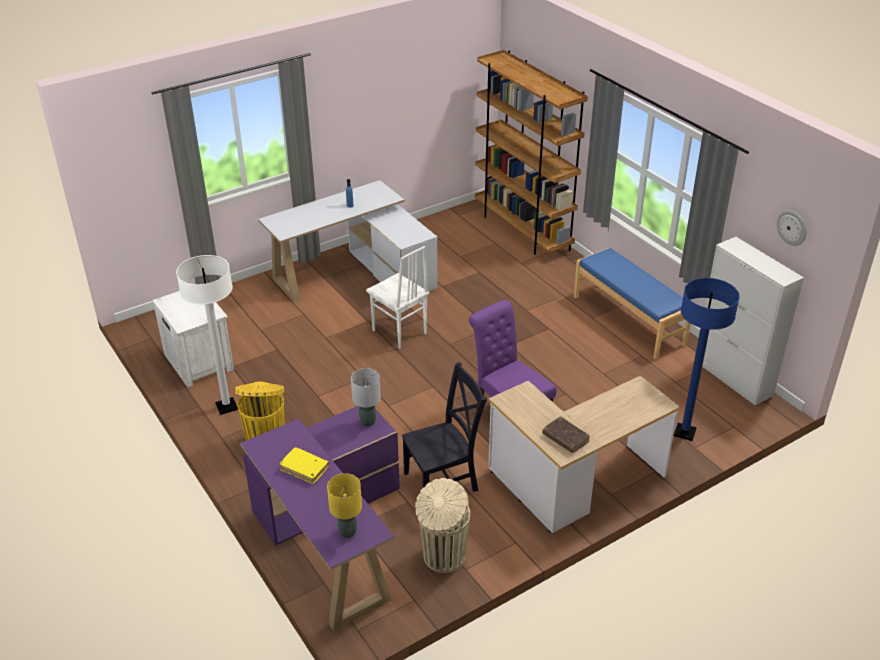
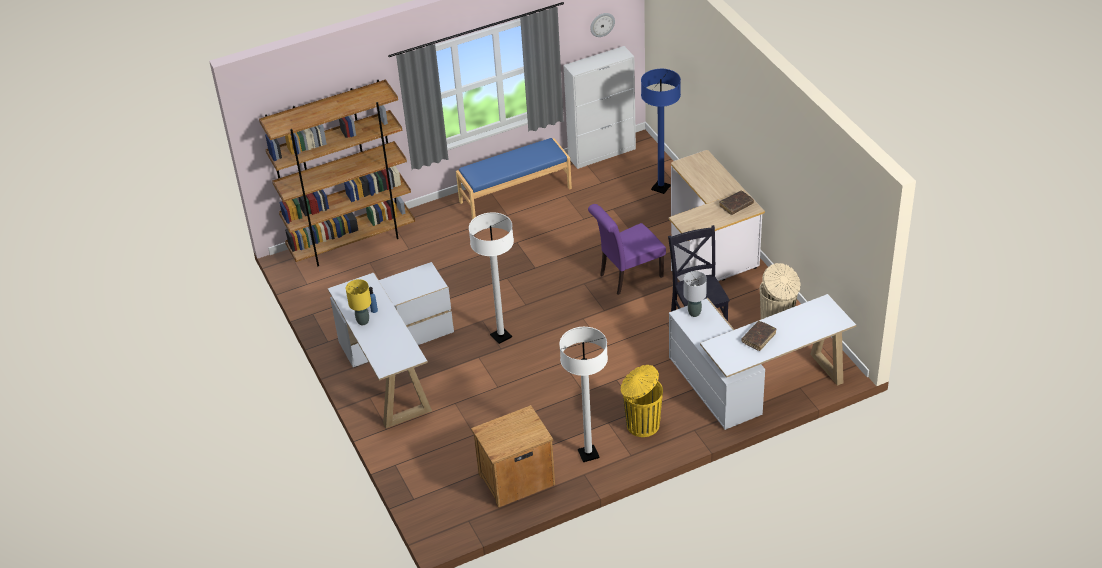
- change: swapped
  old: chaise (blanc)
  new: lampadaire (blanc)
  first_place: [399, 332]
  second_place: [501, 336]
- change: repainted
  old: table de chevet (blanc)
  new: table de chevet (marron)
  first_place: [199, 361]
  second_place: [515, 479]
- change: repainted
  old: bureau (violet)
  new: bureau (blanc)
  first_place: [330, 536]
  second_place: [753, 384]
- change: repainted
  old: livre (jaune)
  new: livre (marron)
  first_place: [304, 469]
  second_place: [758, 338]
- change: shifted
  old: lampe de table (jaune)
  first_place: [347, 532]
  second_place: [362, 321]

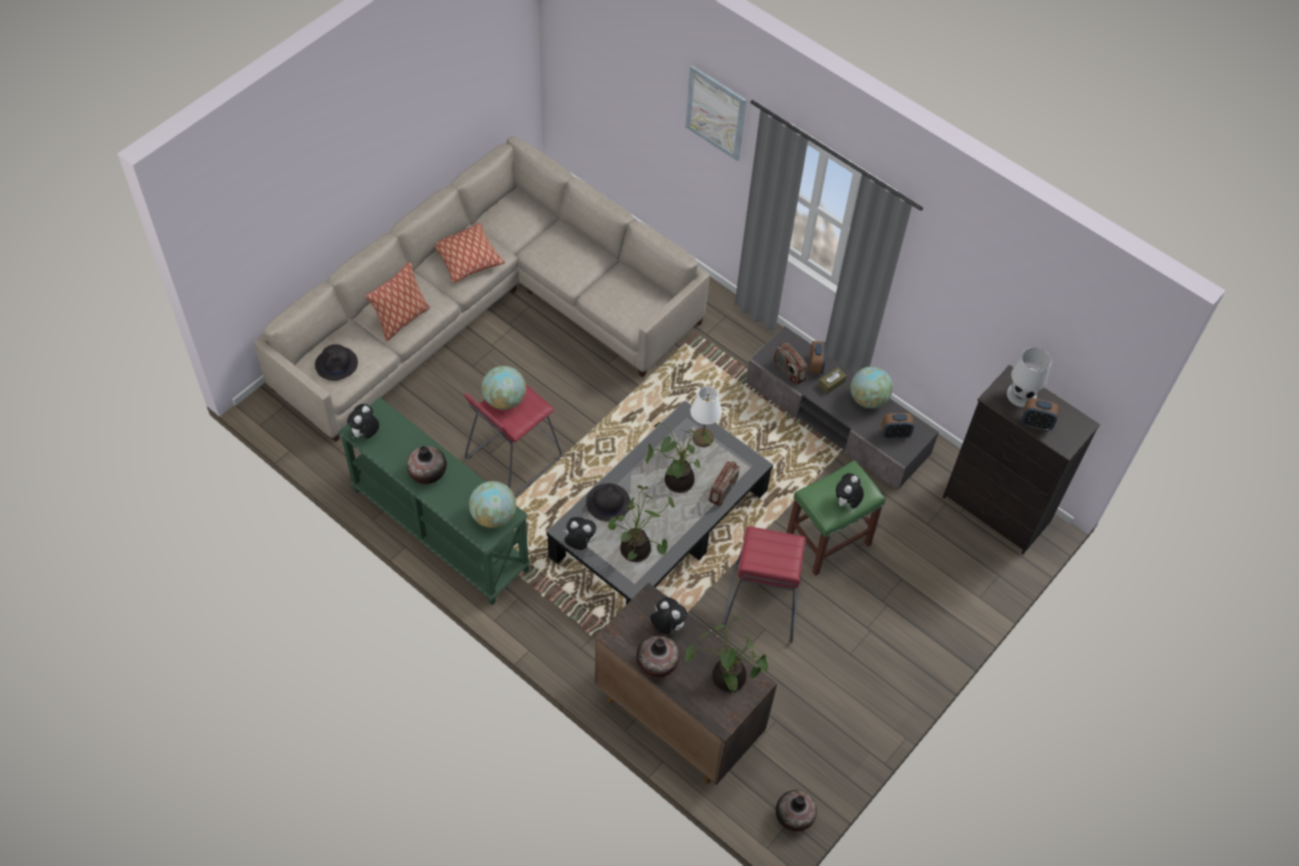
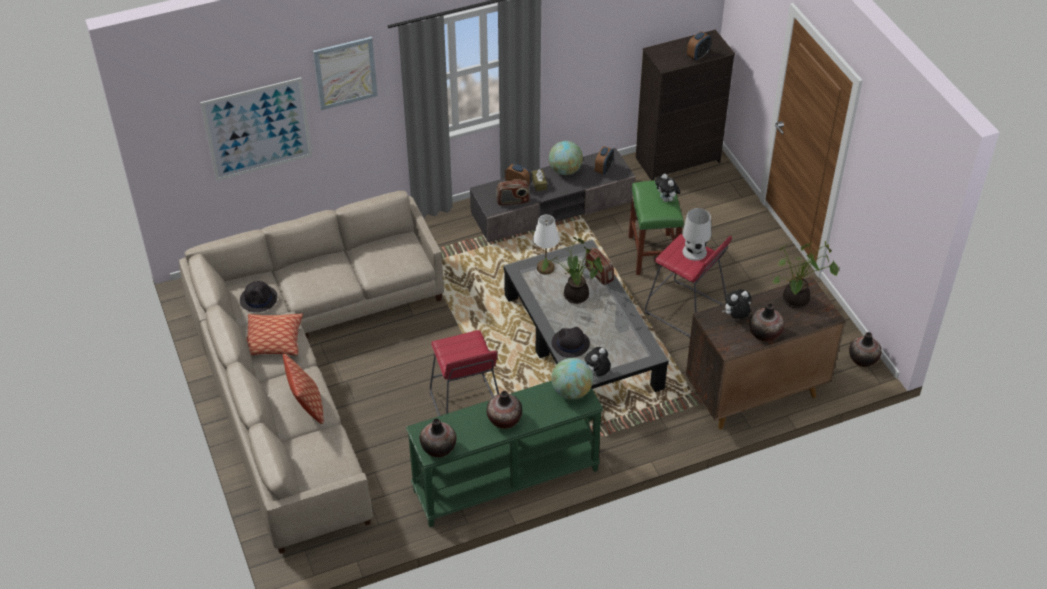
- change: shifted
  old: chapeau (noir)
  first_place: [337, 364]
  second_place: [259, 299]
- change: shifted
  old: lampe de table (blanc)
  first_place: [1021, 395]
  second_place: [695, 252]
- change: gone
  old: globe
  first_place: [504, 400]
- change: swapped
  old: peluche
  new: vase
  first_place: [365, 434]
  second_place: [438, 448]
- change: gone
  old: plante en pot
  first_place: [638, 551]
- change: new
  new: tableau
  second_place: [257, 129]

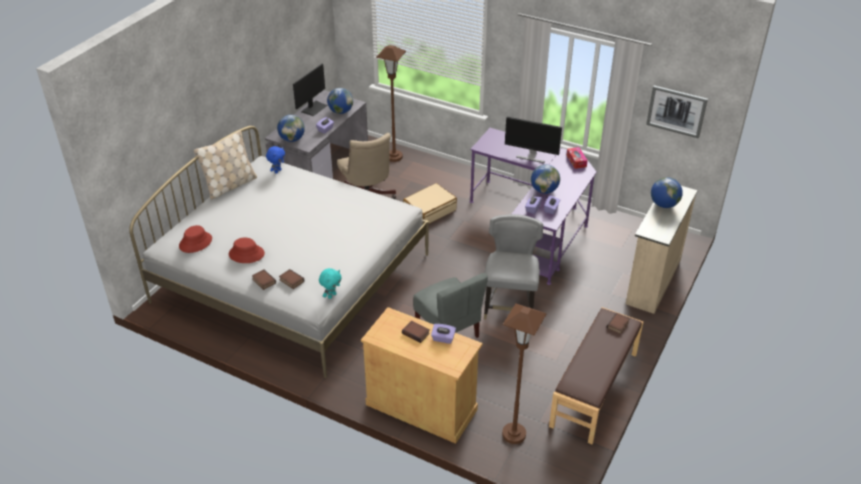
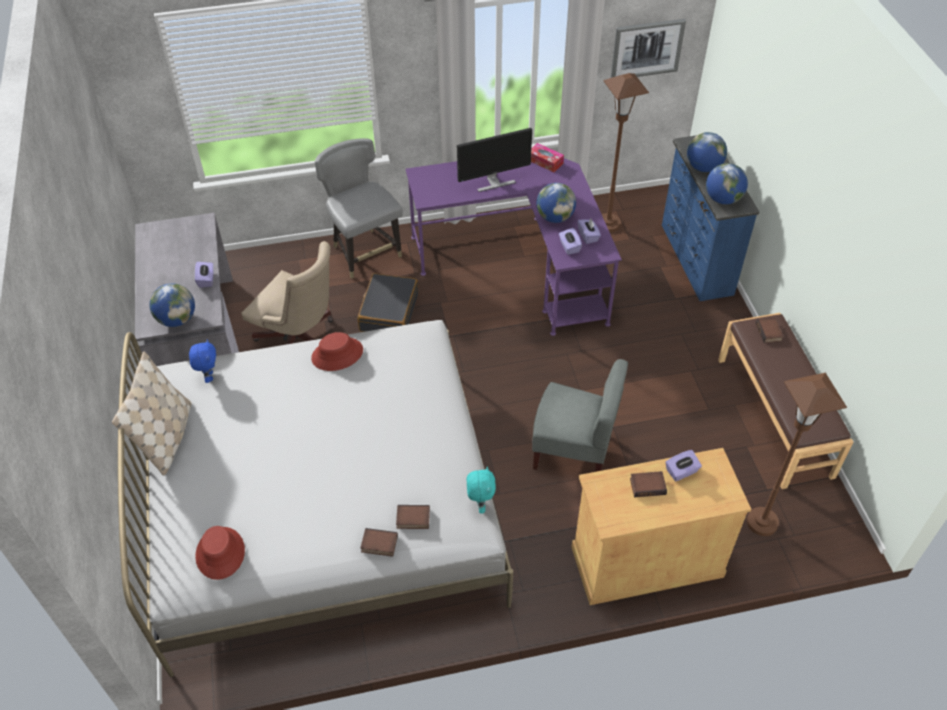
- change: shifted
  old: lampadaire (marron)
  first_place: [394, 157]
  second_place: [608, 224]
- change: gone
  old: écran d'ordinateur
  first_place: [314, 108]
- change: shifted
  old: globe
  first_place: [341, 112]
  second_place: [723, 199]
- change: repainted
  old: valise (beige)
  new: valise (noir)
  first_place: [429, 210]
  second_place: [388, 312]
- change: repainted
  old: commode (beige)
  new: commode (bleu)
  first_place: [652, 281]
  second_place: [695, 260]
- change: shifted
  old: chaise (gris)
  first_place: [509, 307]
  second_place: [365, 253]
- change: shifted
  old: chapeau (rouge)
  first_place: [246, 254]
  second_place: [337, 354]

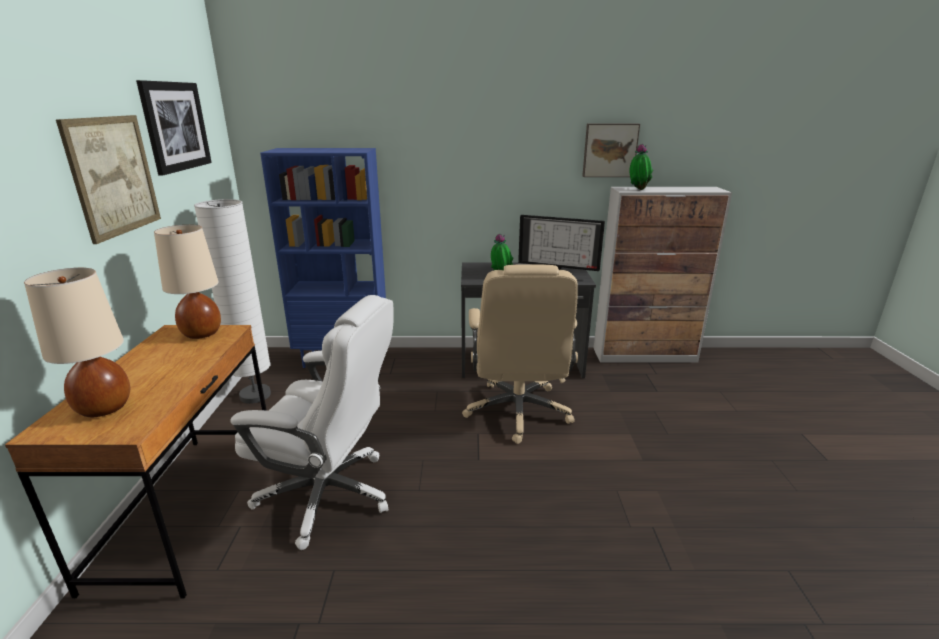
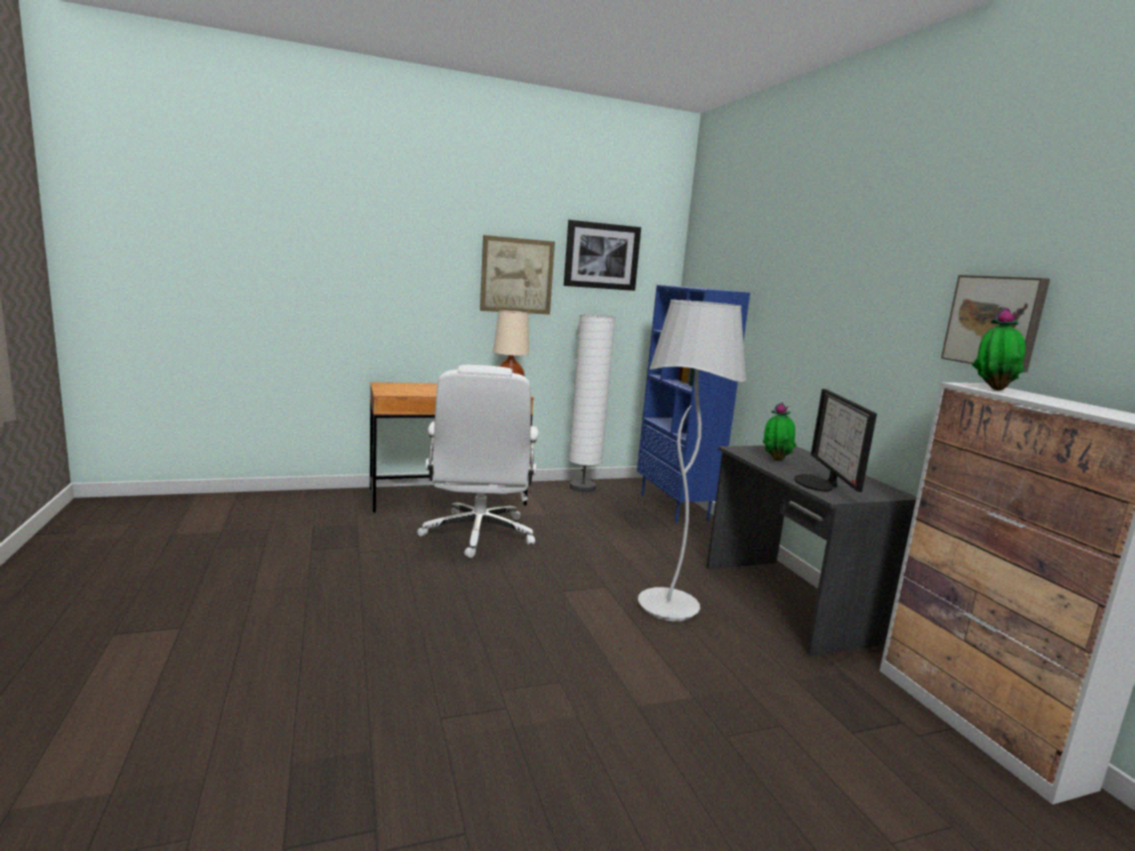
- change: swapped
  old: chaise de bureau (beige)
  new: lampadaire (blanc)
  first_place: [518, 412]
  second_place: [668, 607]
- change: gone
  old: lampe de table (beige)
  first_place: [104, 408]

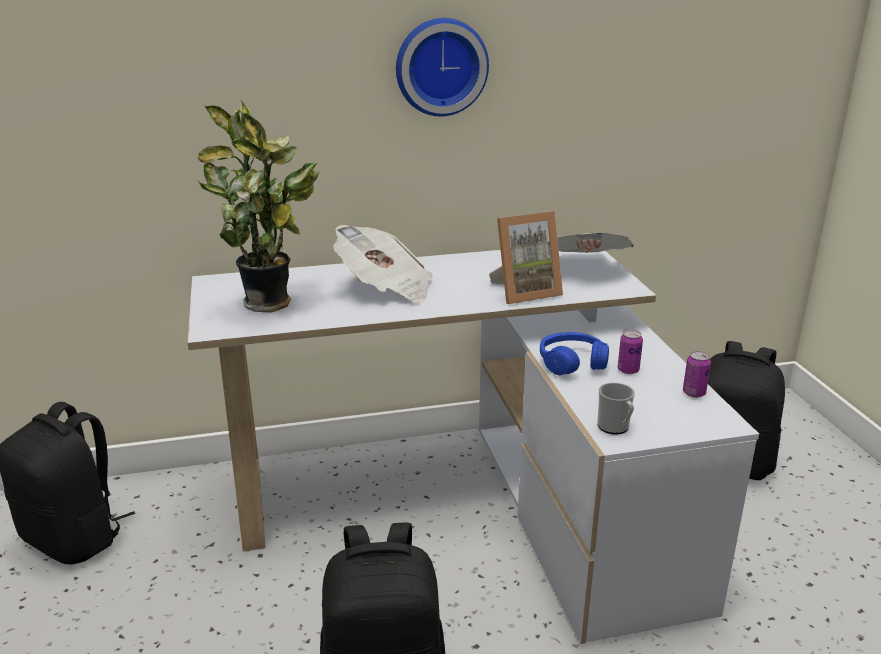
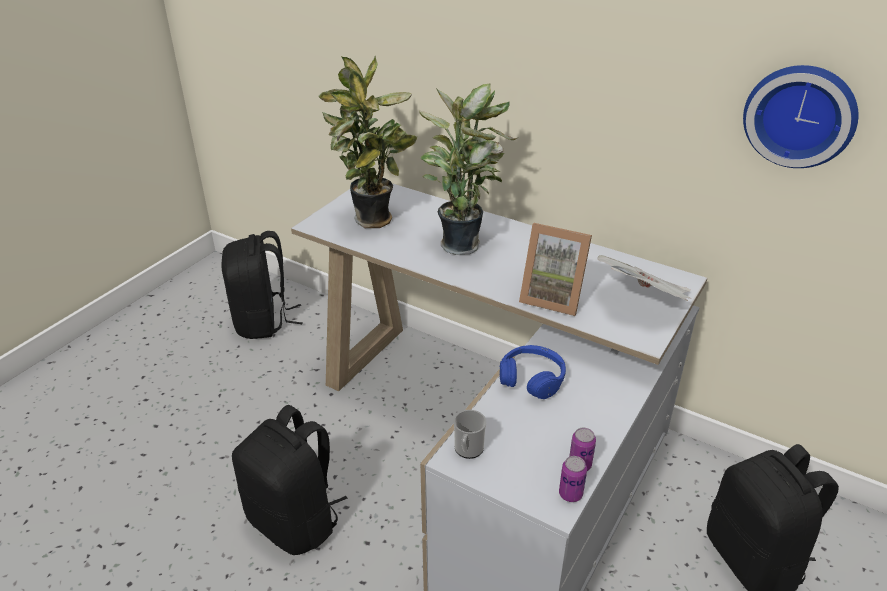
- change: shifted
  old: horloge murale
  first_place: [440, 66]
  second_place: [800, 114]
- change: swapped
  old: journal
  new: plante en pot
  first_place: [386, 288]
  second_place: [462, 243]
- change: shifted
  old: boîte métallique
  first_place: [628, 370]
  second_place: [570, 494]

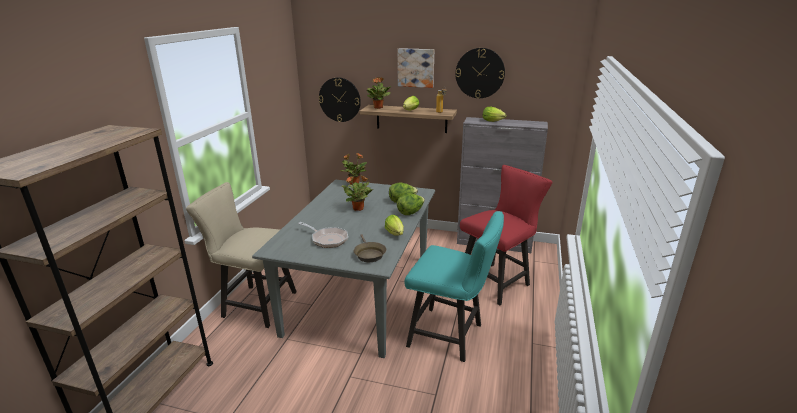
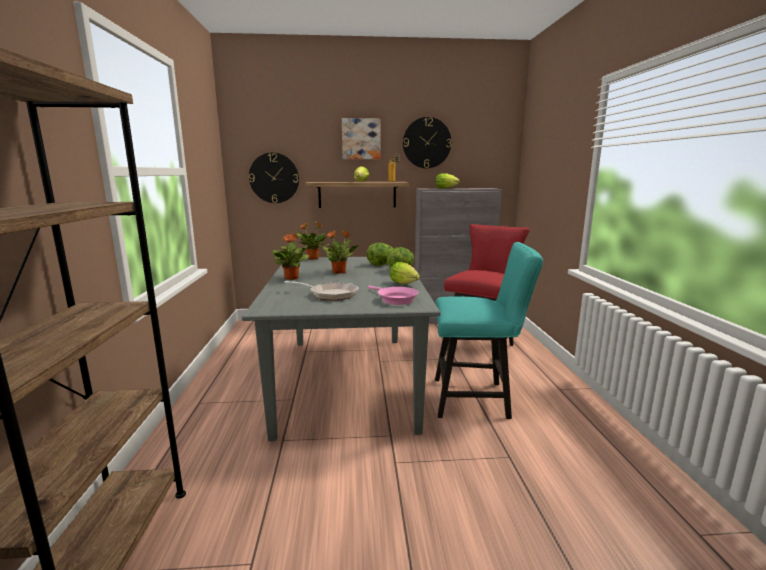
- change: shifted
  old: plante en pot
  first_place: [378, 107]
  second_place: [292, 278]
- change: gone
  old: chaise (beige)
  first_place: [254, 304]
- change: repainted
  old: poêle (marron)
  new: poêle (rose)
  first_place: [369, 254]
  second_place: [395, 299]

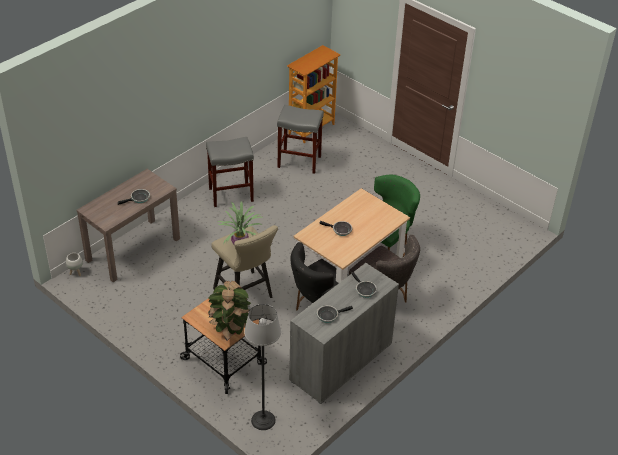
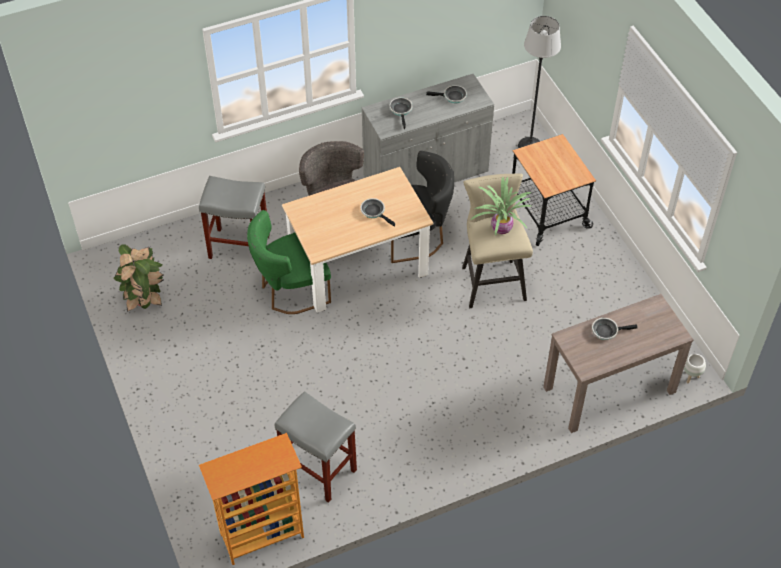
- change: shifted
  old: tabouret (gris)
  first_place: [231, 194]
  second_place: [238, 247]
- change: shifted
  old: plante en pot
  first_place: [230, 331]
  second_place: [144, 299]

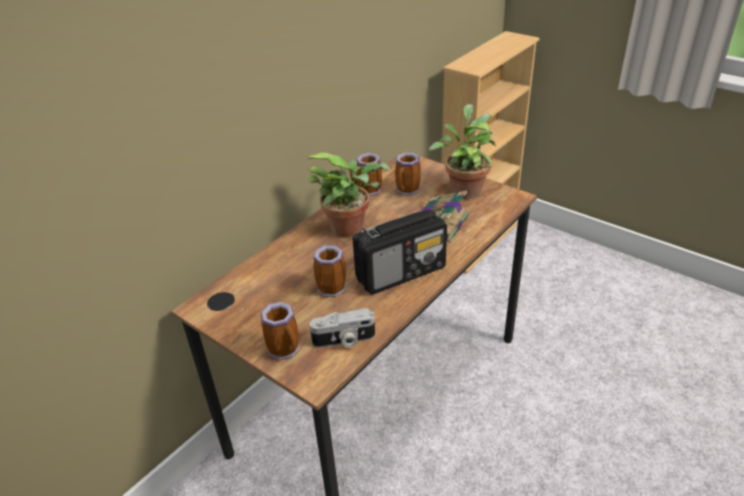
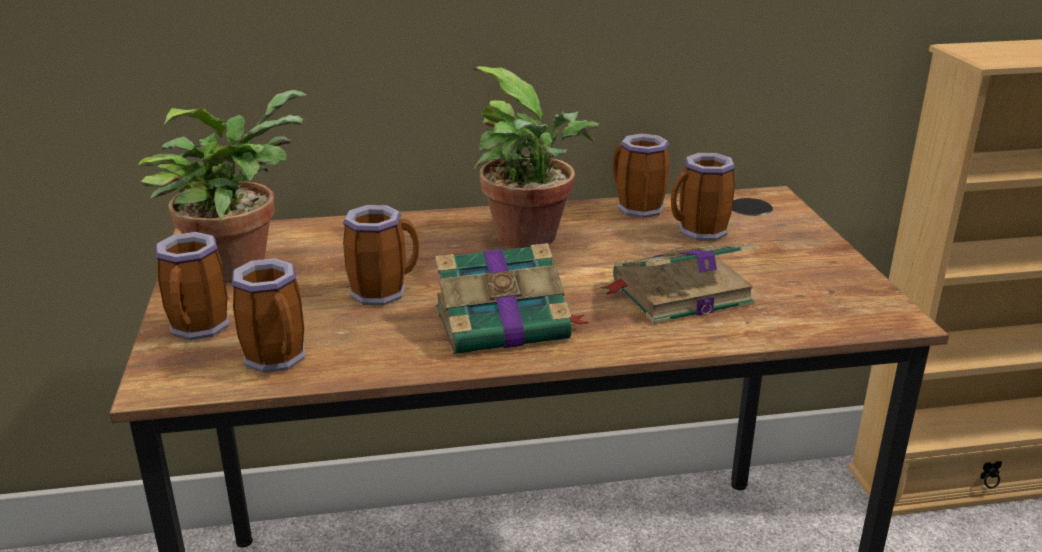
- change: shifted
  old: plante en pot
  first_place: [464, 189]
  second_place: [238, 265]
- change: swapped
  old: radio
  new: livre
  first_place: [401, 272]
  second_place: [505, 324]
- change: swapped
  old: appareil photo
  new: mug
  first_place: [344, 340]
  second_place: [280, 359]

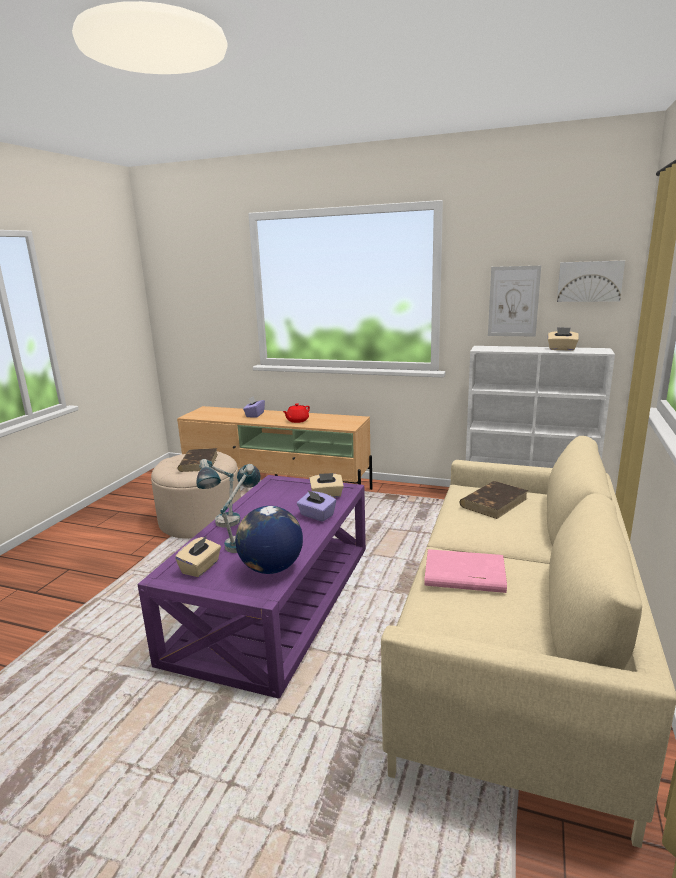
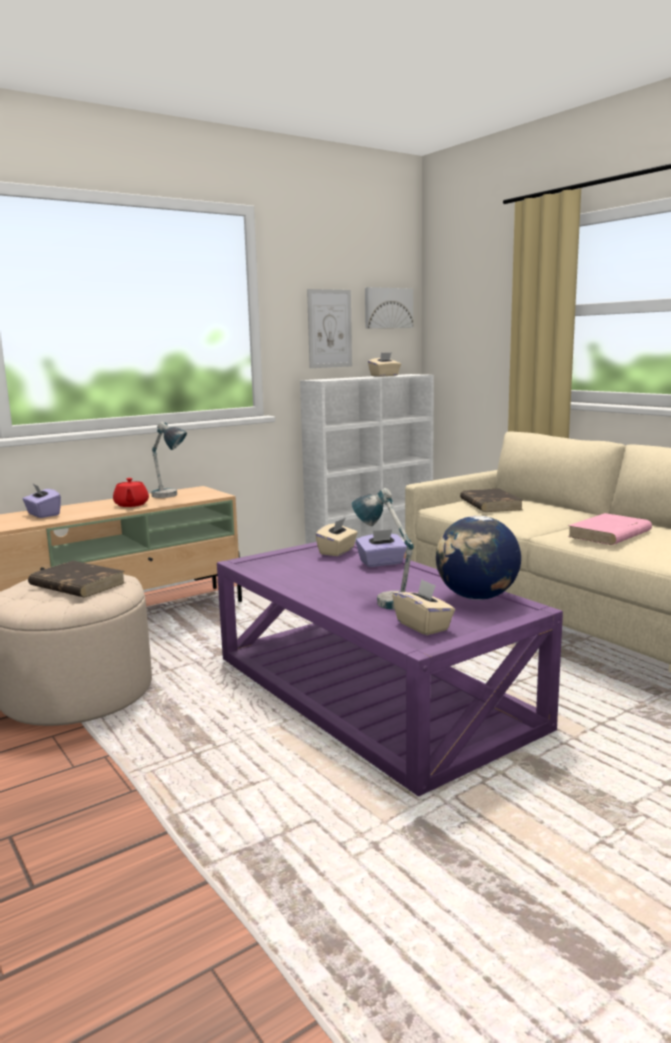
- change: shifted
  old: lampe de table
  first_place: [223, 526]
  second_place: [170, 497]

